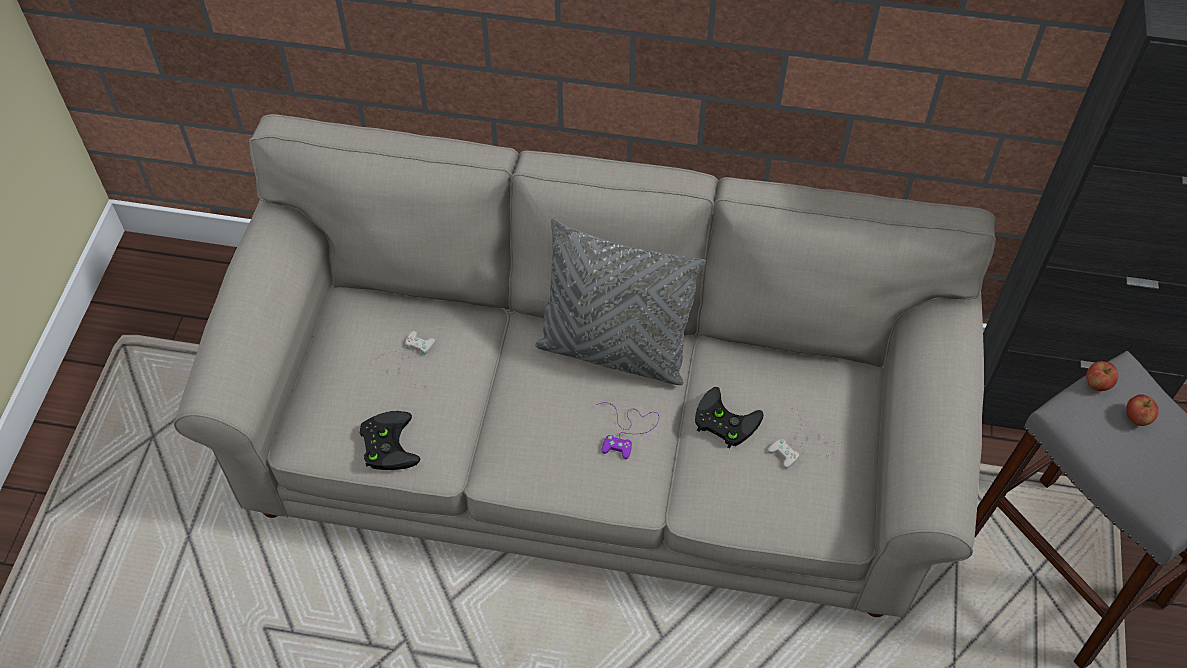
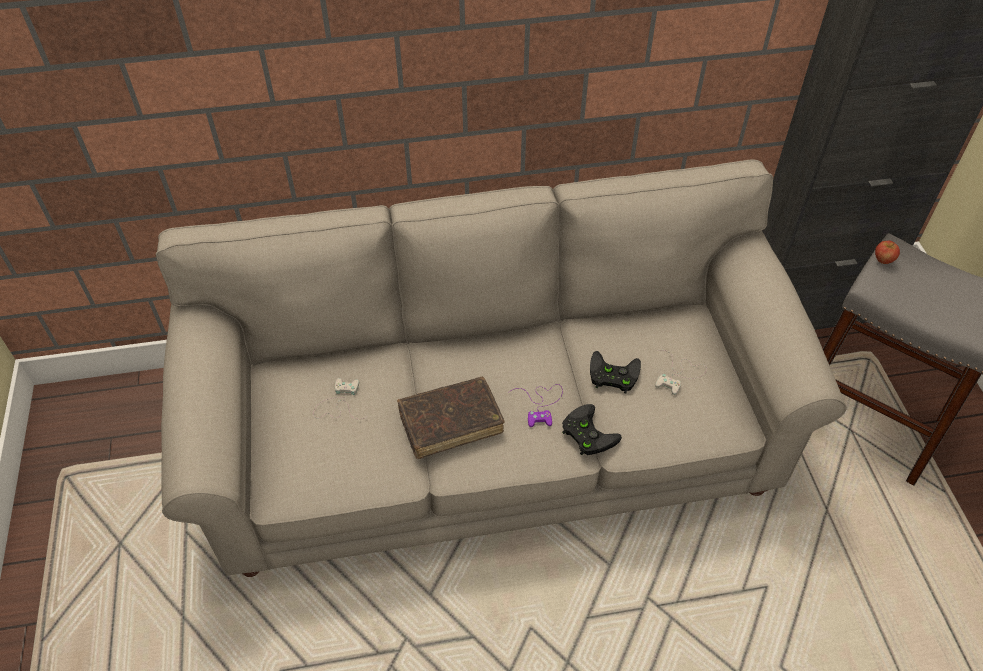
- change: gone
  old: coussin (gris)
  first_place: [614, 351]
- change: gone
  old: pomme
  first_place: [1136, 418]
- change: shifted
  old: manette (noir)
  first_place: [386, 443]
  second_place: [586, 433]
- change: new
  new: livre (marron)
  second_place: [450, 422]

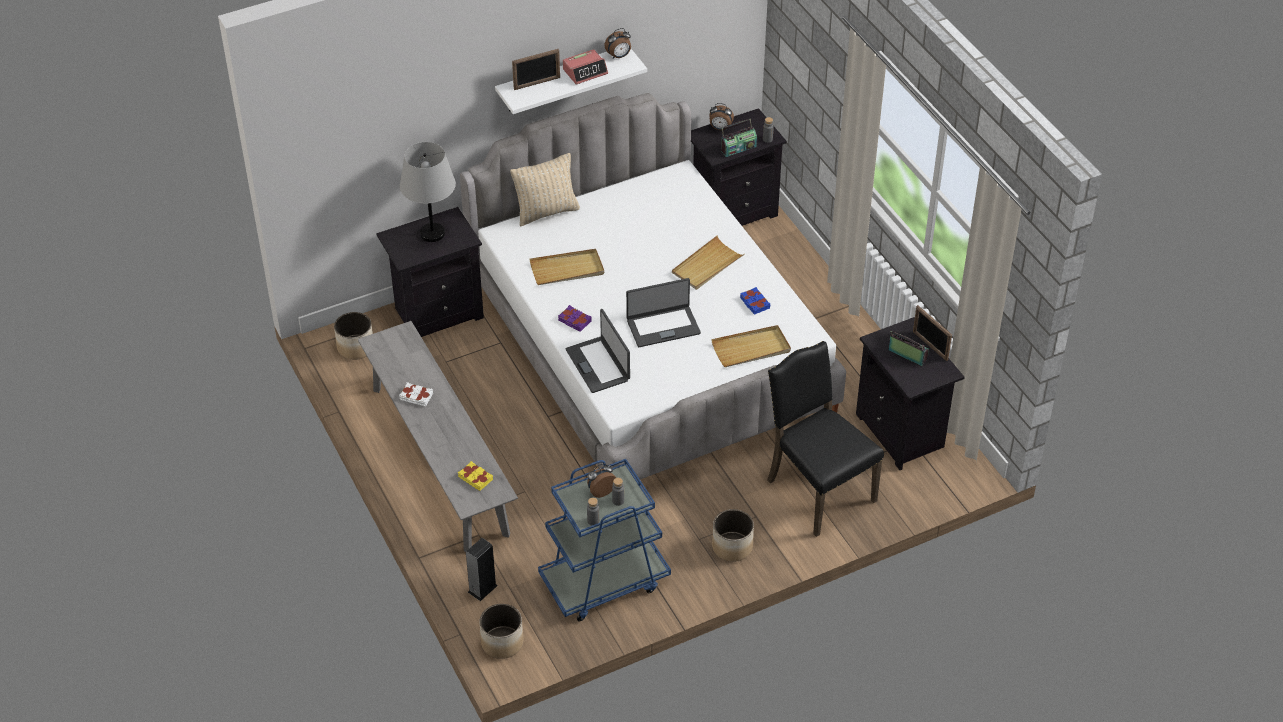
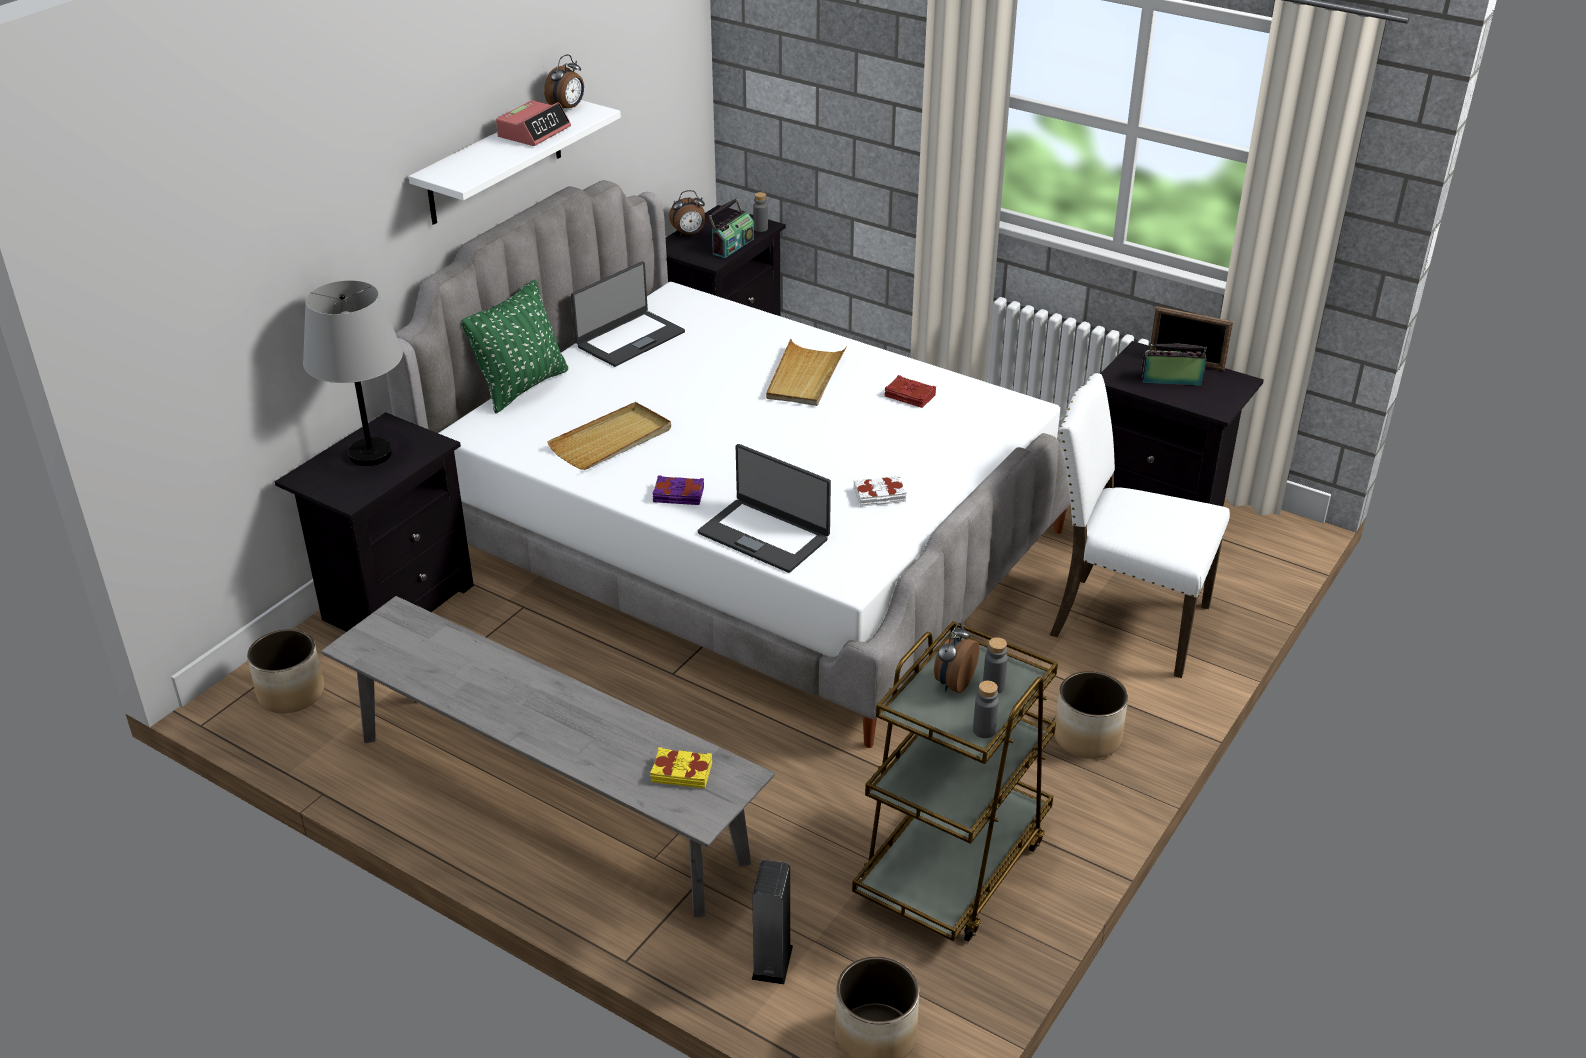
- change: gone
  old: cadre photo
  first_place: [537, 83]
- change: repainted
  old: coussin (beige)
  new: coussin (vert)
  first_place: [546, 212]
  second_place: [522, 387]
- change: shifted
  old: ordinateur portable
  first_place: [663, 326]
  second_place: [629, 339]
- change: repainted
  old: livre (bleu)
  new: livre (rouge)
  first_place: [754, 303]
  second_place: [909, 396]
- change: gone
  old: plateau (beige)
  first_place: [751, 349]
- change: repainted
  old: chaise (noir)
  new: chaise (blanc)
  first_place: [817, 490]
  second_place: [1125, 621]
- change: shifted
  old: livre (blanc)
  first_place: [416, 397]
  second_place: [879, 496]
- change: repainted
  old: chariot (bleu)
  new: chariot (marron)
  first_place: [604, 581]
  second_place: [953, 865]

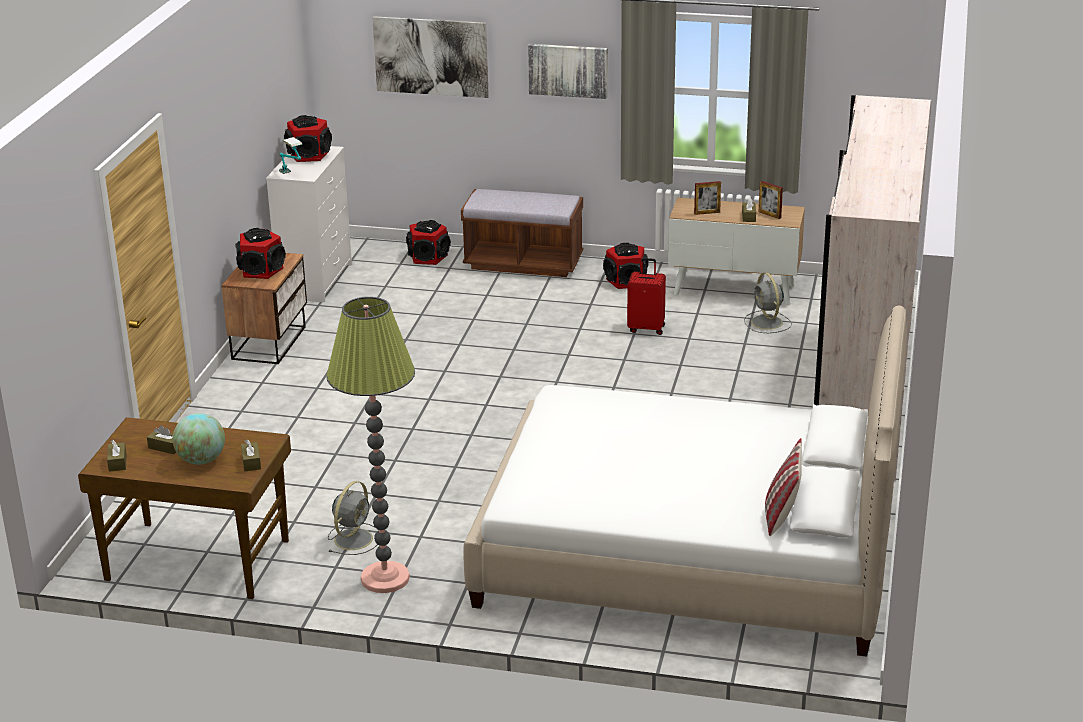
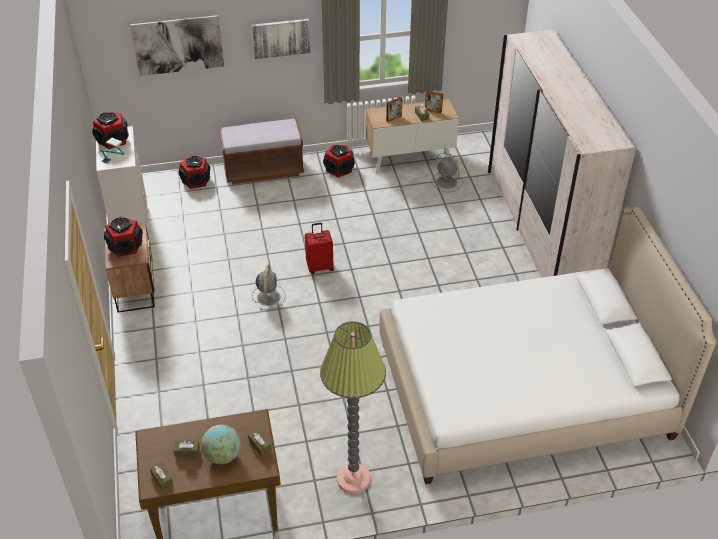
- change: shifted
  old: valise (rouge)
  first_place: [646, 328]
  second_place: [320, 267]
- change: gone
  old: coussin
  first_place: [781, 515]
- change: shifted
  old: ventilateur (gris)
  first_place: [354, 538]
  second_place: [268, 296]

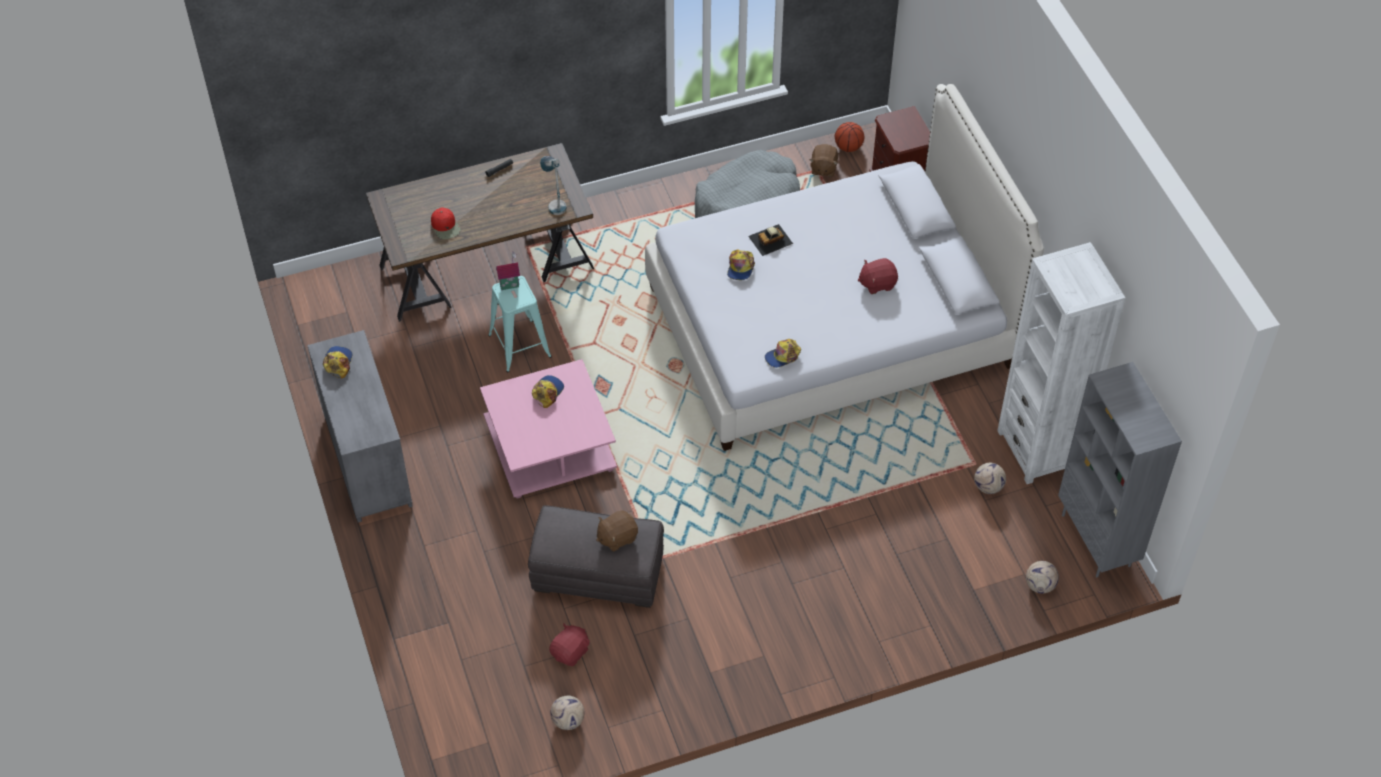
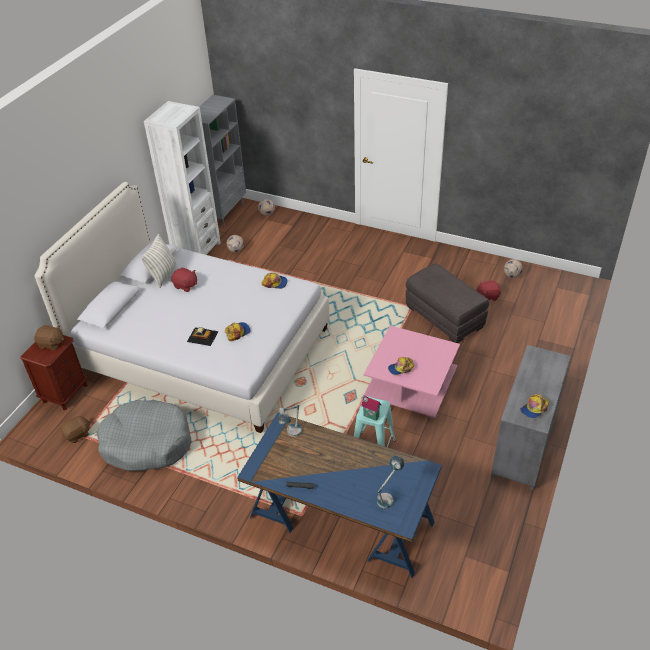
- change: gone
  old: ballon de basket
  first_place: [848, 147]
- change: repainted
  old: bureau (marron)
  new: bureau (bleu)
  first_place: [486, 266]
  second_place: [340, 520]
- change: gone
  old: casquette (rouge)
  first_place: [445, 226]
- change: shifted
  old: peluche (marron)
  first_place: [617, 537]
  second_place: [51, 344]
- change: new
  new: coussin
  second_place: [163, 275]
- change: new
  new: lampe de table
  second_place: [389, 496]

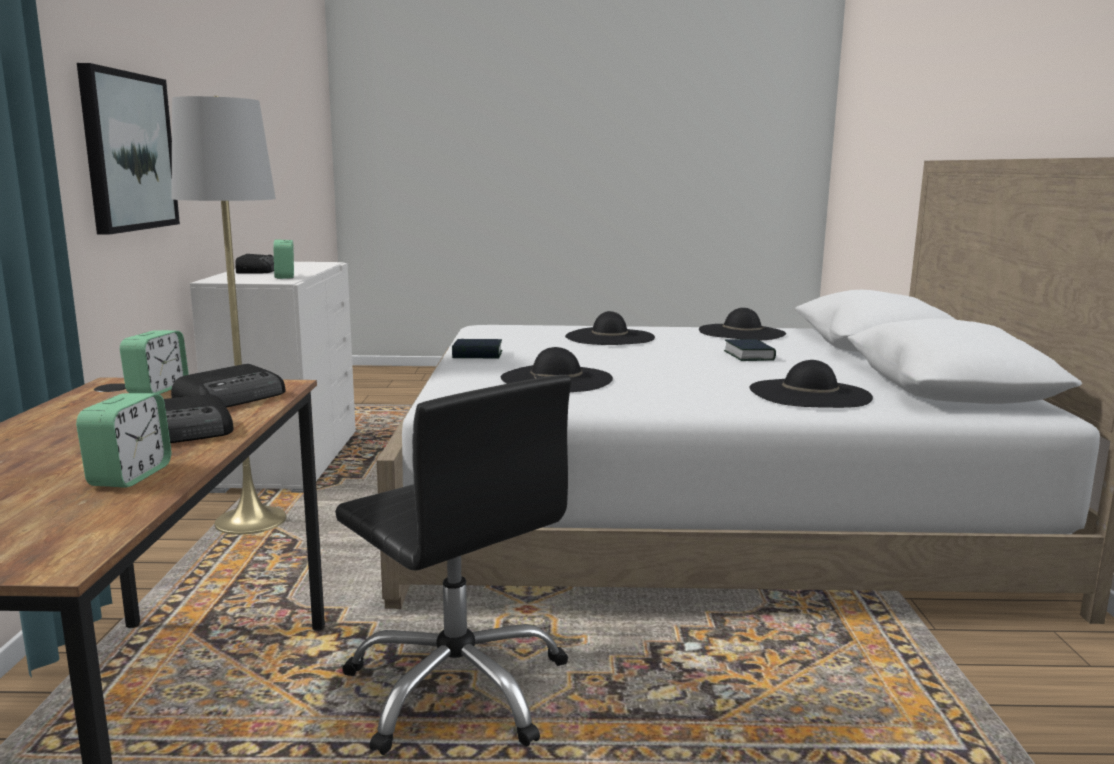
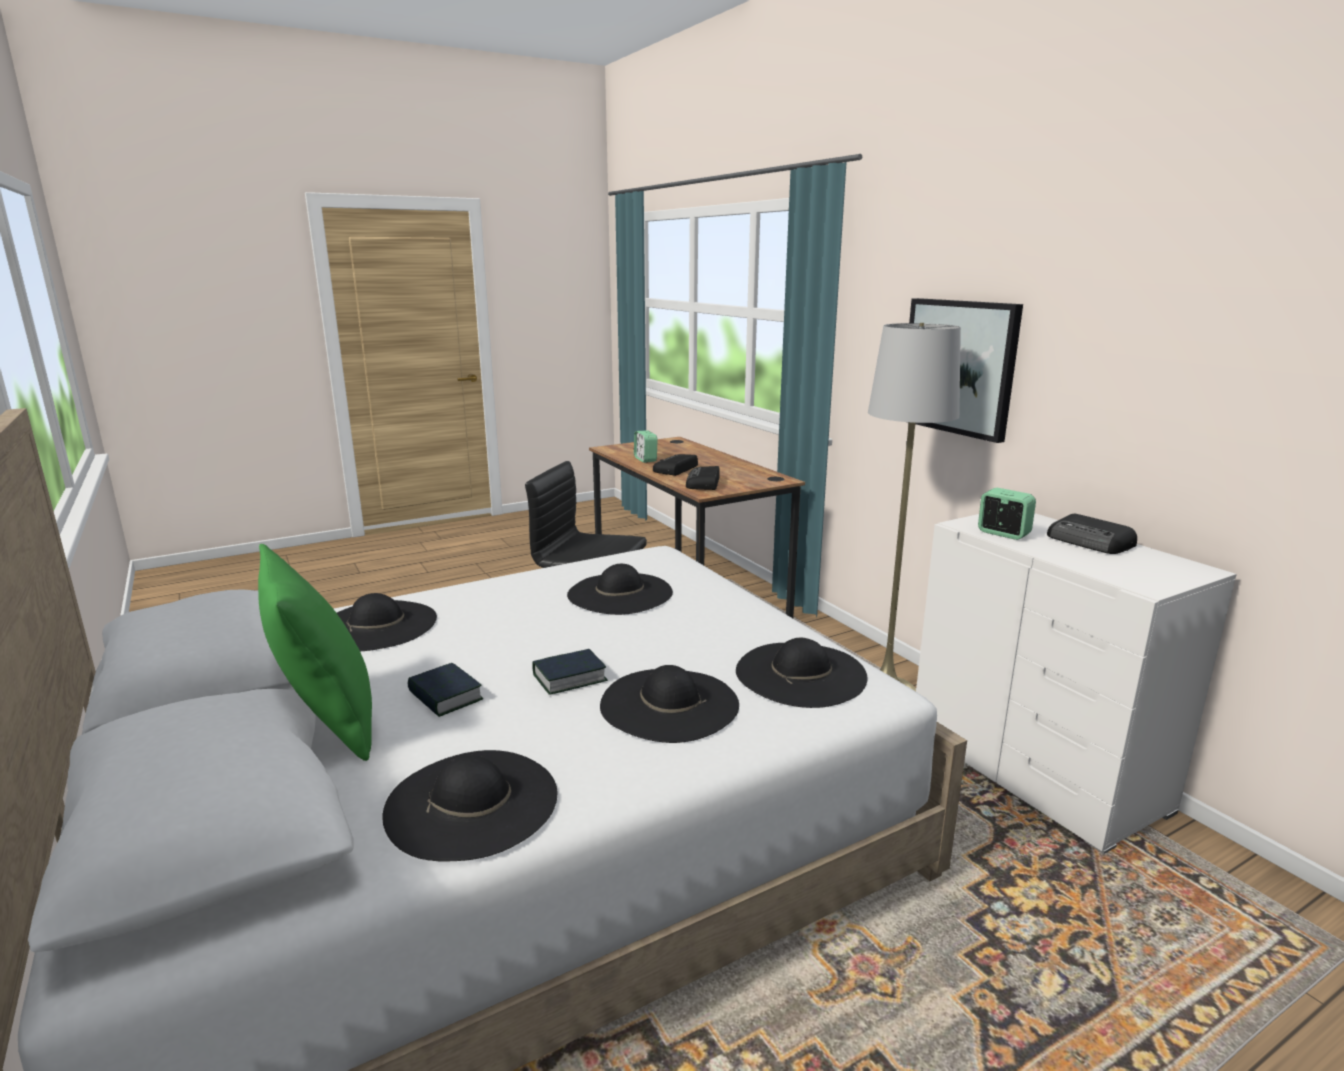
- change: gone
  old: réveil
  first_place: [158, 389]
- change: shifted
  old: livre
  first_place: [477, 355]
  second_place: [569, 678]
- change: new
  new: coussin (vert)
  second_place: [327, 721]
- change: new
  new: chapeau (noir)
  second_place: [800, 674]

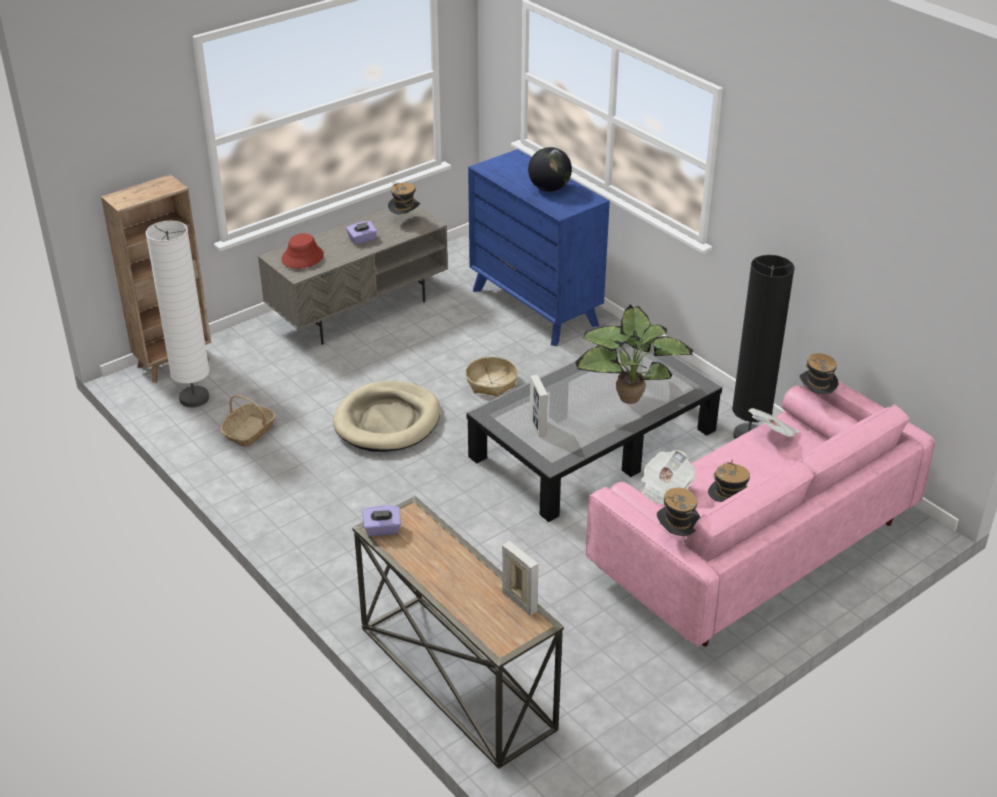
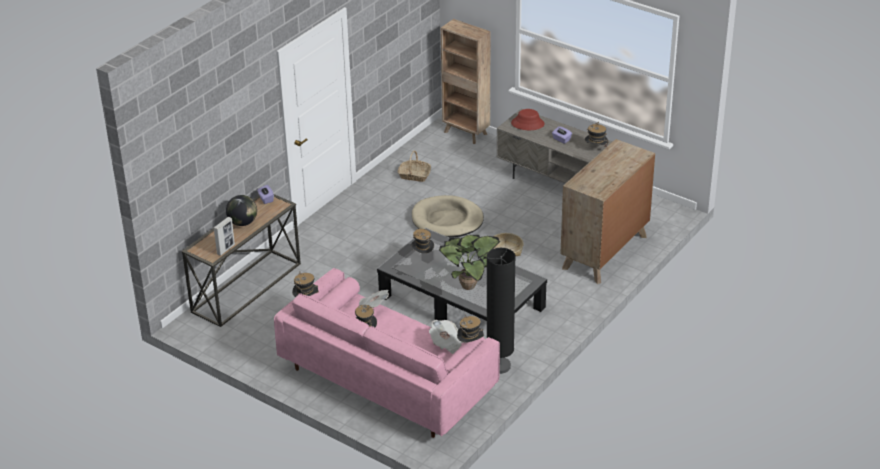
- change: shifted
  old: globe
  first_place: [549, 188]
  second_place: [243, 223]
- change: repainted
  old: commode (bleu)
  new: commode (marron)
  first_place: [535, 307]
  second_place: [605, 252]
- change: gone
  old: lampadaire (blanc)
  first_place: [194, 398]
- change: swapped
  old: cadre photo
  new: chapeau
  first_place: [538, 426]
  second_place: [422, 255]

